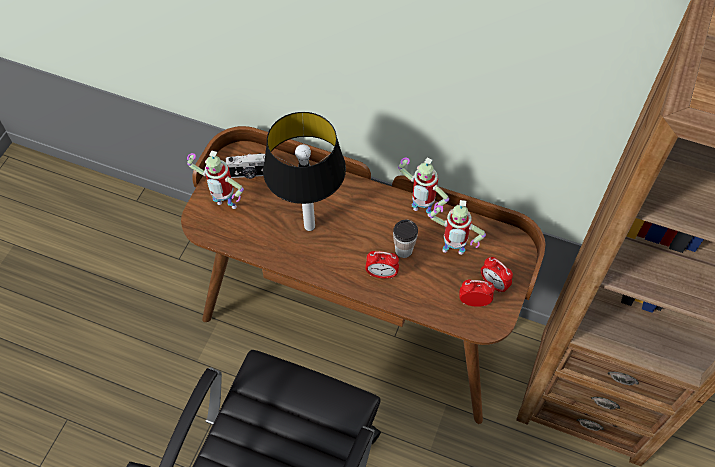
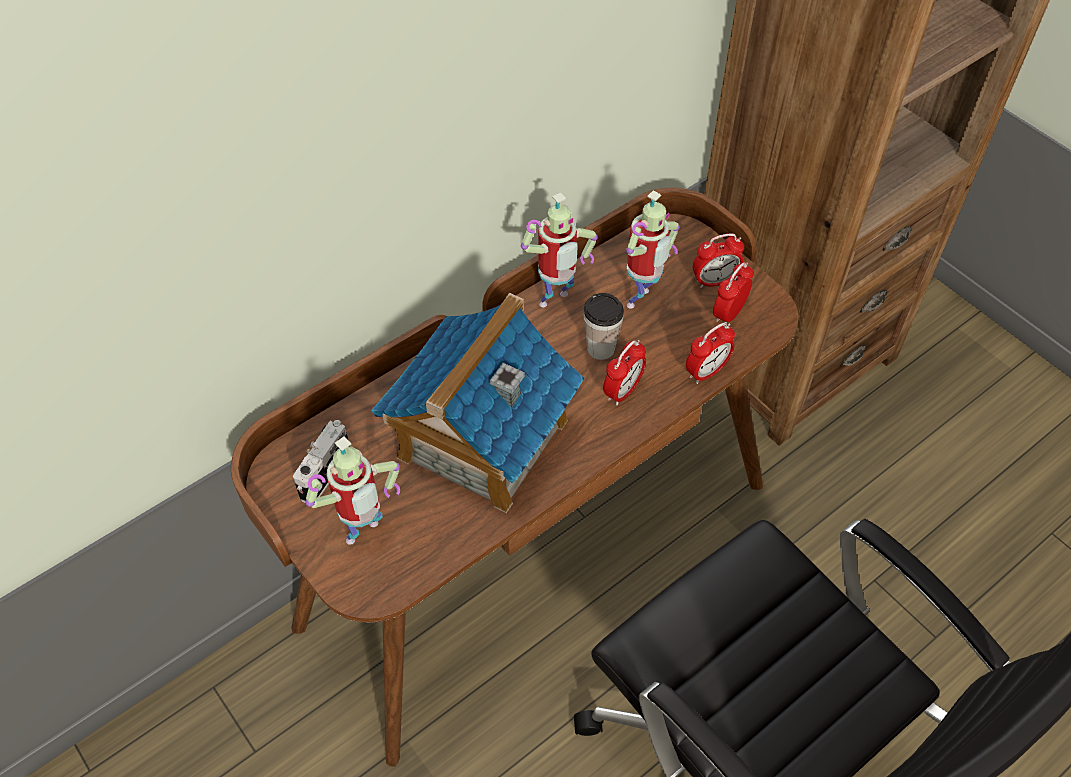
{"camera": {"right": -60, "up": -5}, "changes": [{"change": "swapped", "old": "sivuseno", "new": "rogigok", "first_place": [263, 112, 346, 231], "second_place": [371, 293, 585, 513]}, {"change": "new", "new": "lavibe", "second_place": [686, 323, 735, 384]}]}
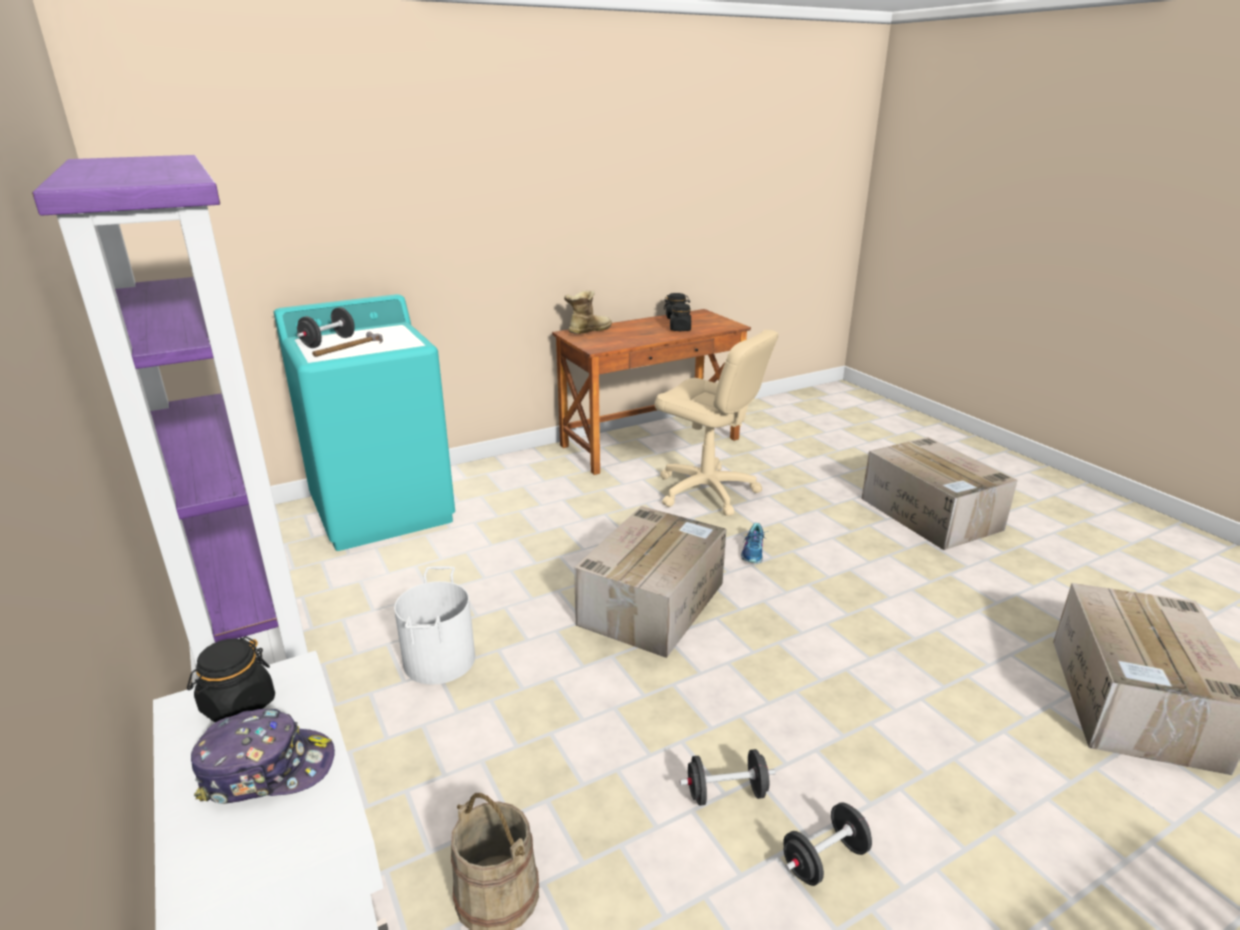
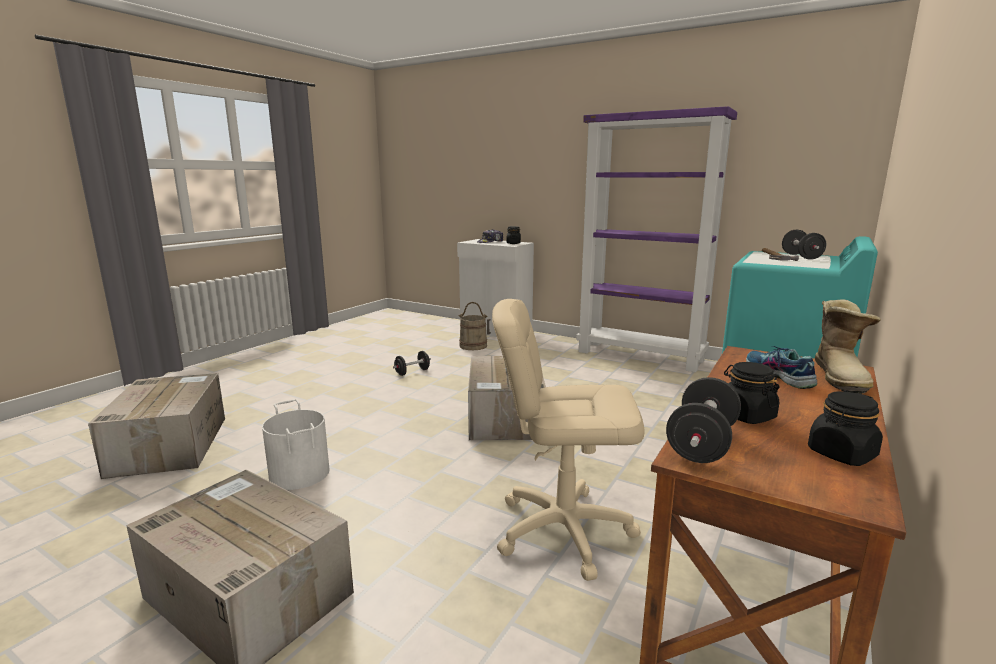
{"camera": {"right": 150, "up": -10}, "changes": [{"change": "shifted", "old": "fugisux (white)", "first_place": [394, 566, 475, 685], "second_place": [262, 399, 329, 490]}, {"change": "shifted", "old": "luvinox", "first_place": [741, 523, 768, 563], "second_place": [746, 346, 817, 389]}, {"change": "shifted", "old": "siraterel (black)", "first_place": [783, 802, 872, 886], "second_place": [666, 377, 741, 463]}]}
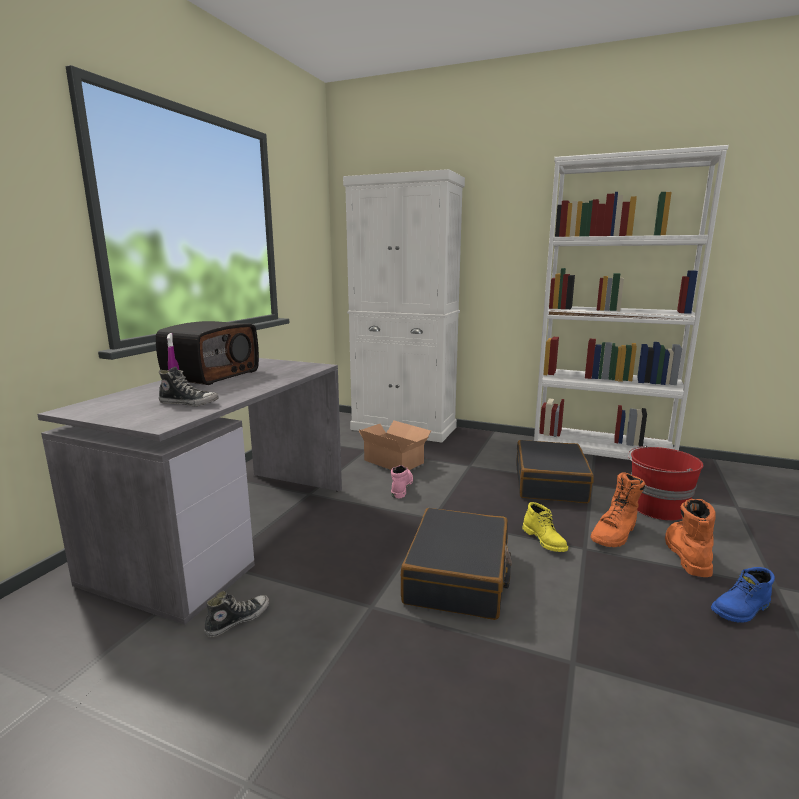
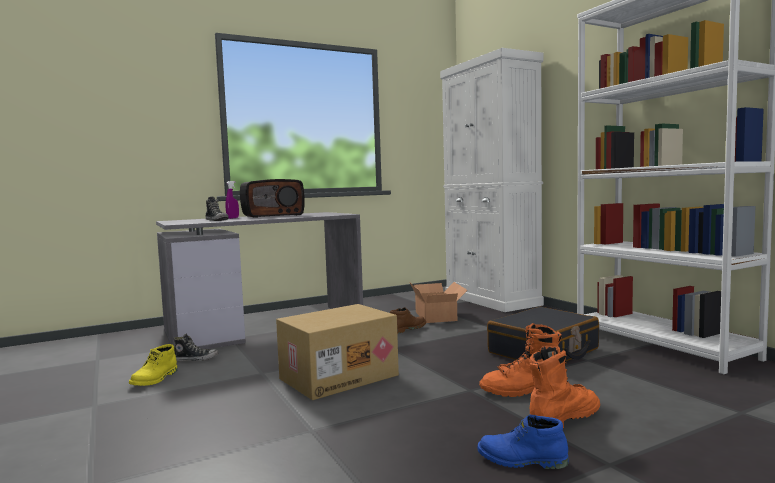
{"camera": {"right": 40, "up": -10}, "changes": [{"change": "repainted", "old": "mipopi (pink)", "new": "mipopi (brown)", "first_place": [391, 465, 413, 498], "second_place": [390, 307, 426, 334]}, {"change": "swapped", "old": "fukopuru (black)", "new": "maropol", "first_place": [401, 508, 512, 620], "second_place": [276, 304, 399, 400]}, {"change": "shifted", "old": "mipopi (yellow)", "first_place": [522, 502, 568, 552], "second_place": [129, 344, 178, 386]}, {"change": "gone", "old": "fugisux (red)", "first_place": [628, 445, 704, 521]}]}
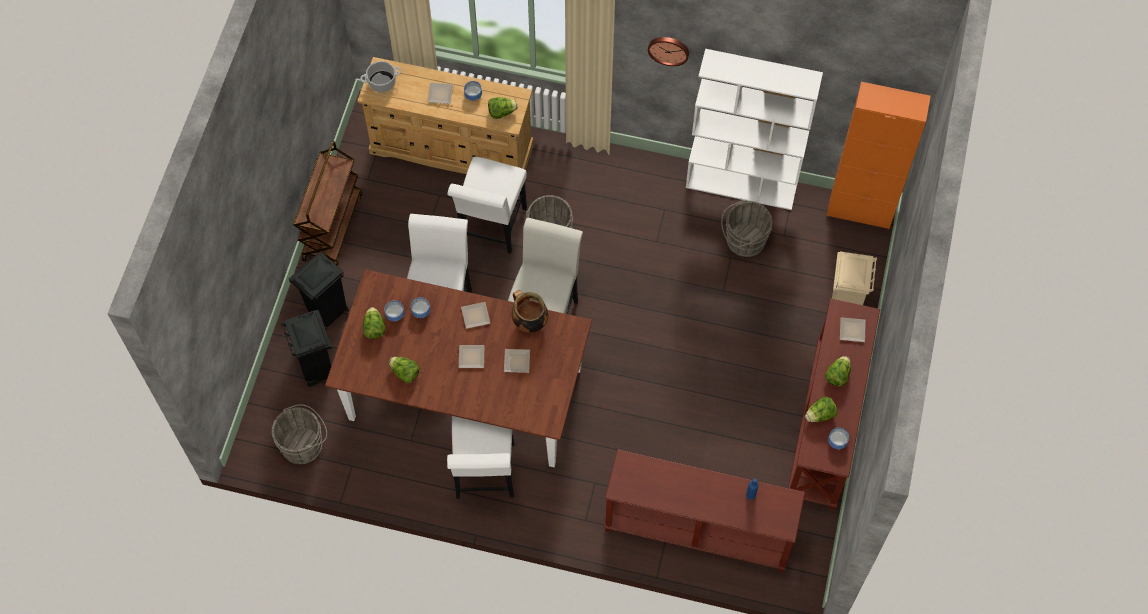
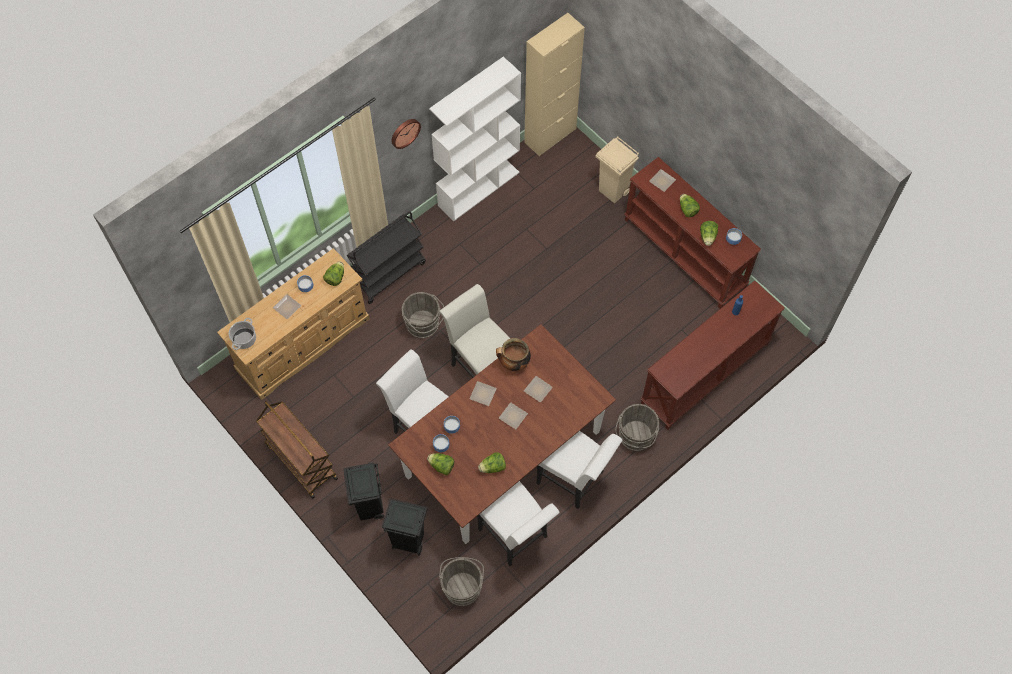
{"camera": {"right": -55, "up": 0}, "changes": [{"change": "shifted", "old": "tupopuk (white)", "first_place": [447, 157, 527, 254], "second_place": [477, 481, 560, 566]}, {"change": "shifted", "old": "fugisux (grey)", "first_place": [721, 200, 772, 257], "second_place": [615, 404, 659, 451]}, {"change": "repainted", "old": "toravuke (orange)", "new": "toravuke (beige)", "first_place": [827, 82, 931, 229], "second_place": [524, 13, 585, 156]}, {"change": "new", "new": "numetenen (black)", "second_place": [347, 212, 426, 304]}]}
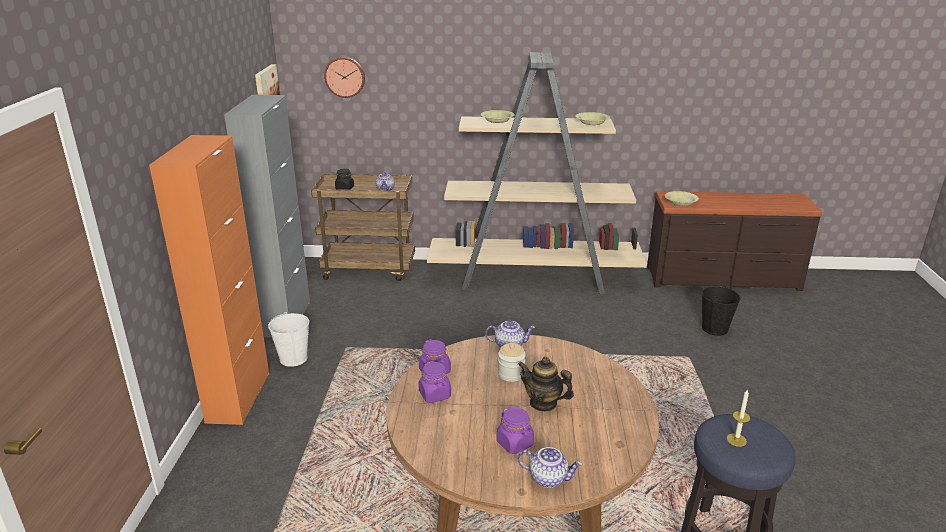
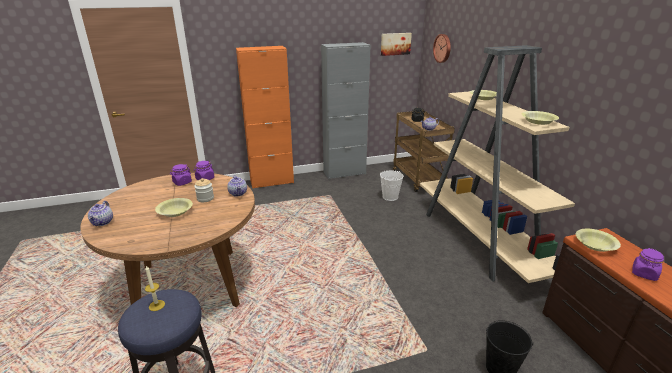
{"camera": {"right": 70, "up": 0}, "changes": [{"change": "shifted", "old": "fugisux (white)", "first_place": [268, 312, 309, 367], "second_place": [380, 170, 403, 201]}, {"change": "shifted", "old": "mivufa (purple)", "first_place": [496, 407, 534, 454], "second_place": [632, 248, 664, 281]}, {"change": "swapped", "old": "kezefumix", "new": "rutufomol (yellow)", "first_place": [518, 357, 574, 412], "second_place": [155, 198, 193, 217]}]}
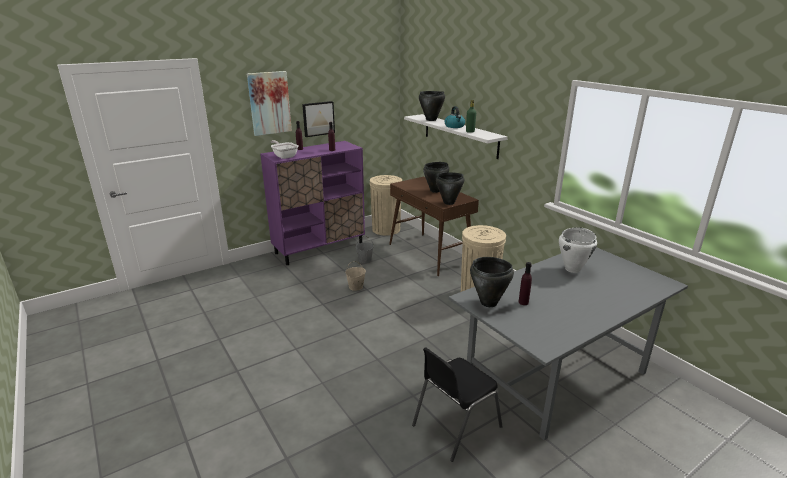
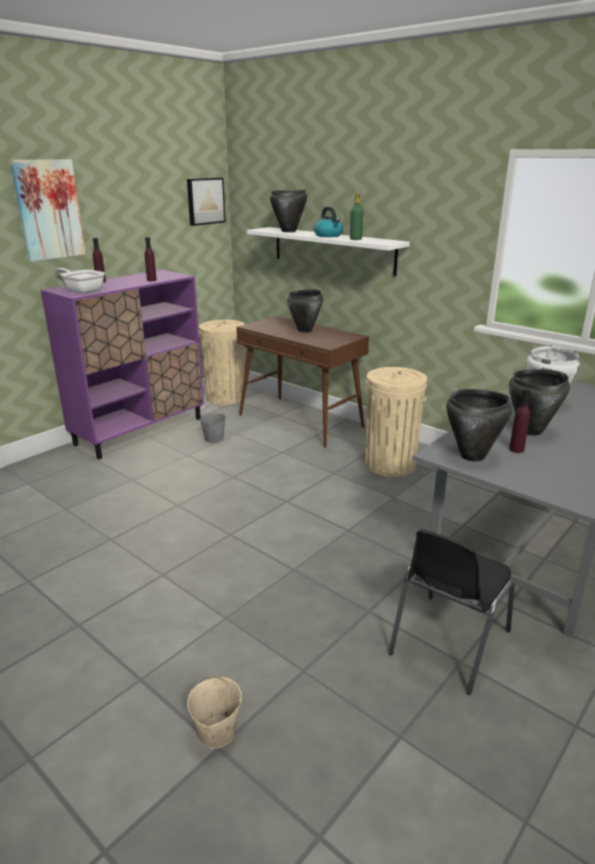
{"camera": {"right": -15, "up": 0}, "changes": [{"change": "shifted", "old": "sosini", "first_place": [302, 101, 335, 137], "second_place": [187, 178, 226, 226]}, {"change": "shifted", "old": "fugisux (beige)", "first_place": [345, 261, 366, 291], "second_place": [187, 675, 242, 749]}, {"change": "shifted", "old": "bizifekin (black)", "first_place": [436, 172, 464, 205], "second_place": [509, 369, 570, 435]}]}
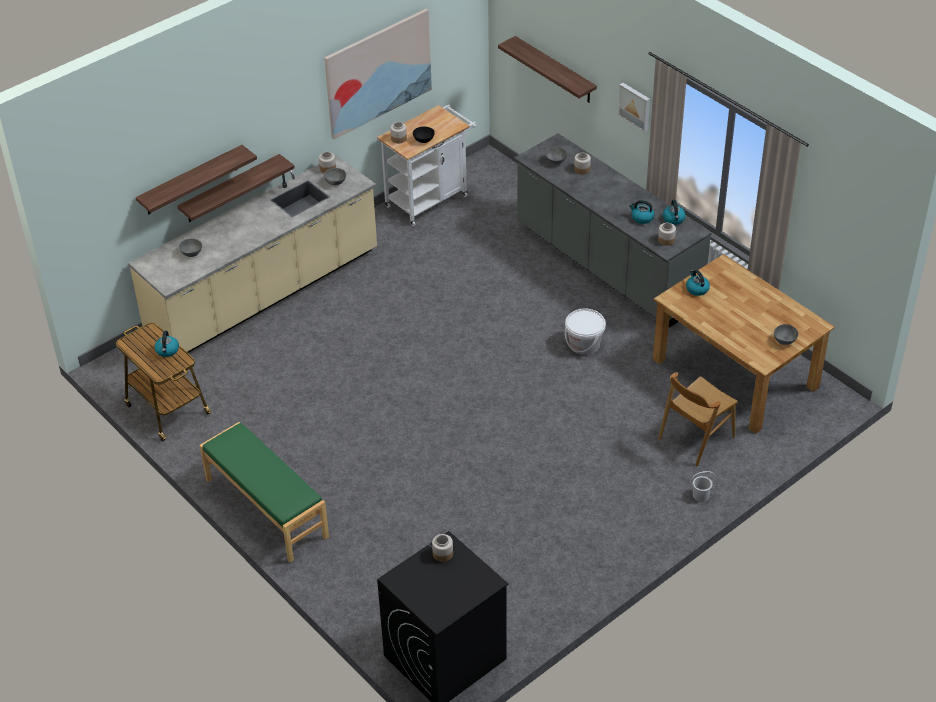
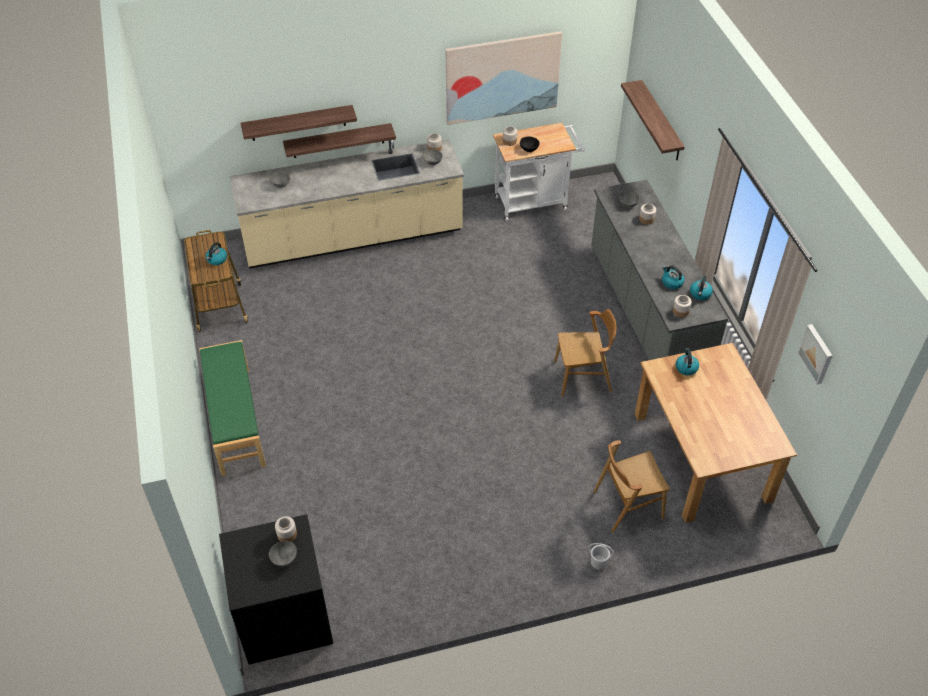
{"camera": {"right": 25, "up": 5}, "changes": [{"change": "swapped", "old": "fugisux (white)", "new": "tupopuk (brown)", "first_place": [565, 309, 606, 355], "second_place": [554, 309, 616, 397]}, {"change": "shifted", "old": "sosini", "first_place": [618, 83, 650, 132], "second_place": [797, 324, 833, 384]}, {"change": "shifted", "old": "rutufomol (grey)", "first_place": [774, 324, 799, 345], "second_place": [269, 541, 297, 567]}]}
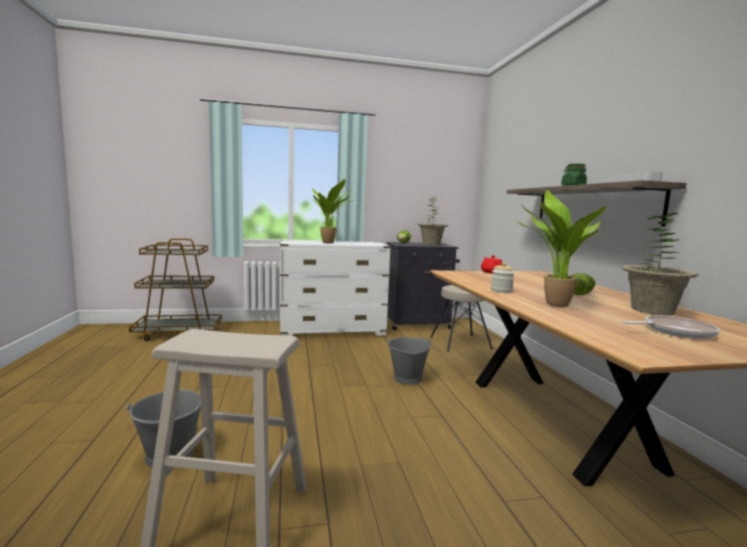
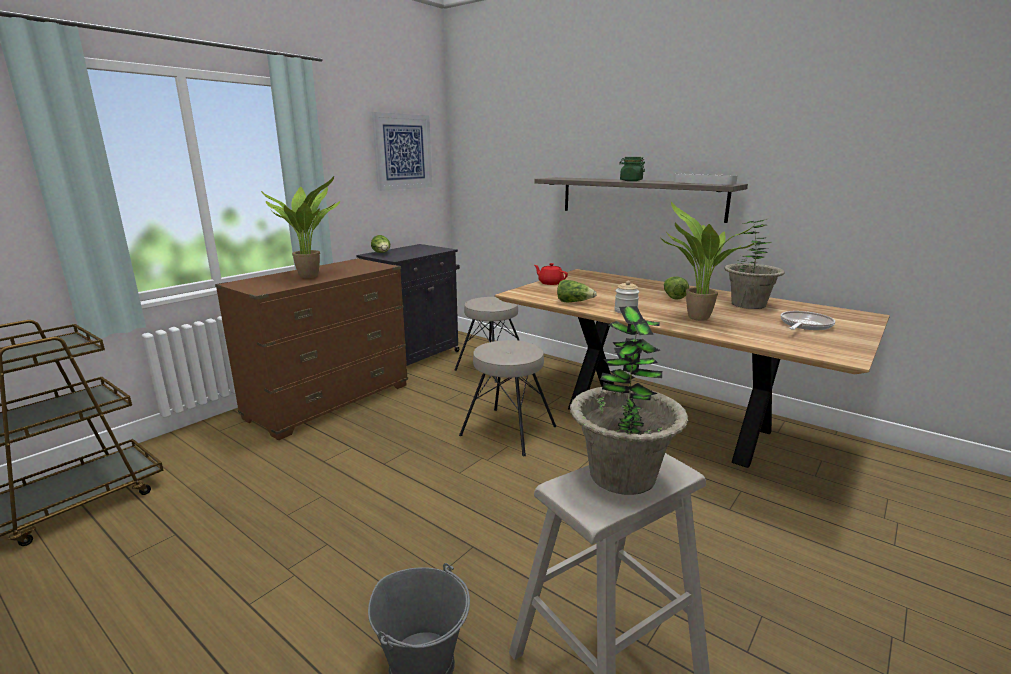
{"camera": {"right": -40, "up": 10}, "changes": [{"change": "repainted", "old": "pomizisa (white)", "new": "pomizisa (brown)", "first_place": [280, 240, 391, 336], "second_place": [215, 258, 408, 440]}, {"change": "swapped", "old": "fugisux (grey)", "new": "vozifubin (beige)", "first_place": [387, 337, 431, 385], "second_place": [459, 340, 556, 456]}, {"change": "shifted", "old": "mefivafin", "first_place": [418, 197, 448, 245], "second_place": [570, 306, 688, 495]}, {"change": "new", "new": "sosini", "second_place": [372, 112, 432, 191]}, {"change": "new", "new": "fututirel", "second_place": [557, 279, 597, 302]}]}
